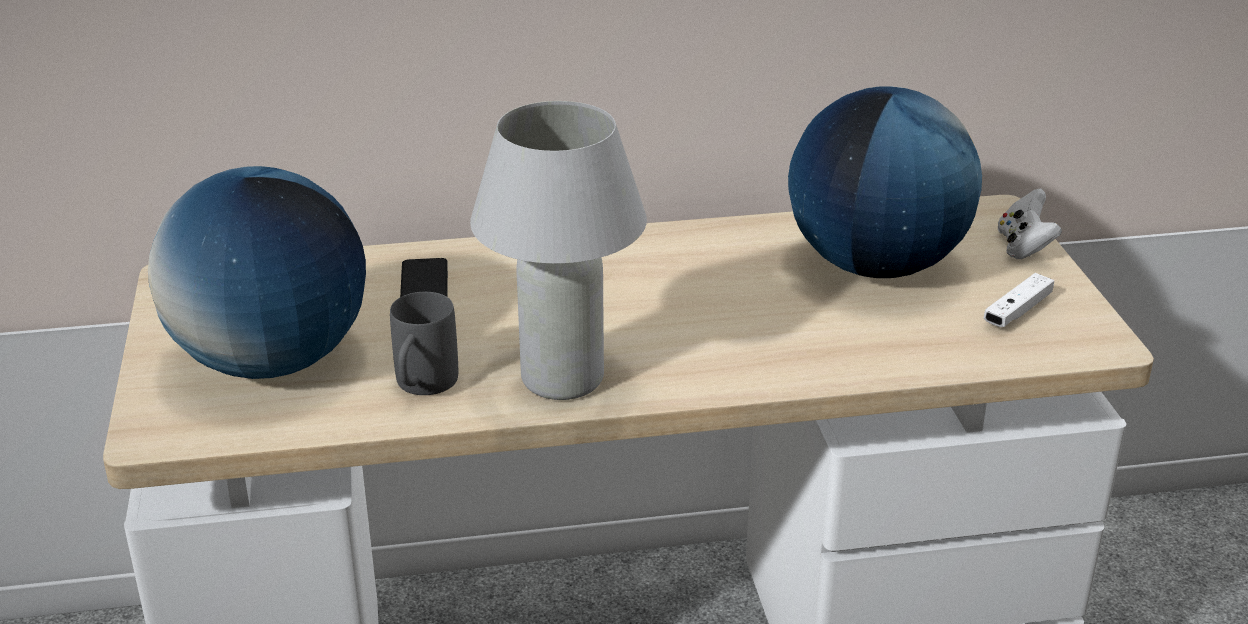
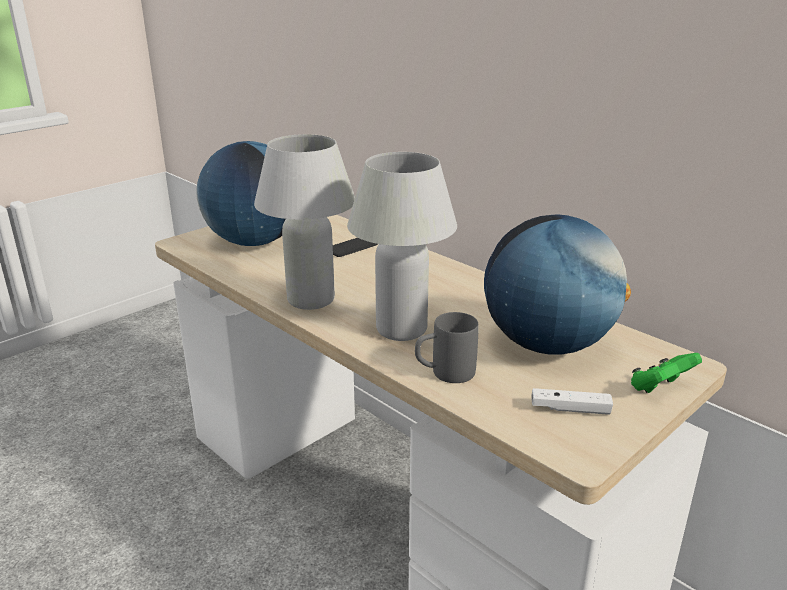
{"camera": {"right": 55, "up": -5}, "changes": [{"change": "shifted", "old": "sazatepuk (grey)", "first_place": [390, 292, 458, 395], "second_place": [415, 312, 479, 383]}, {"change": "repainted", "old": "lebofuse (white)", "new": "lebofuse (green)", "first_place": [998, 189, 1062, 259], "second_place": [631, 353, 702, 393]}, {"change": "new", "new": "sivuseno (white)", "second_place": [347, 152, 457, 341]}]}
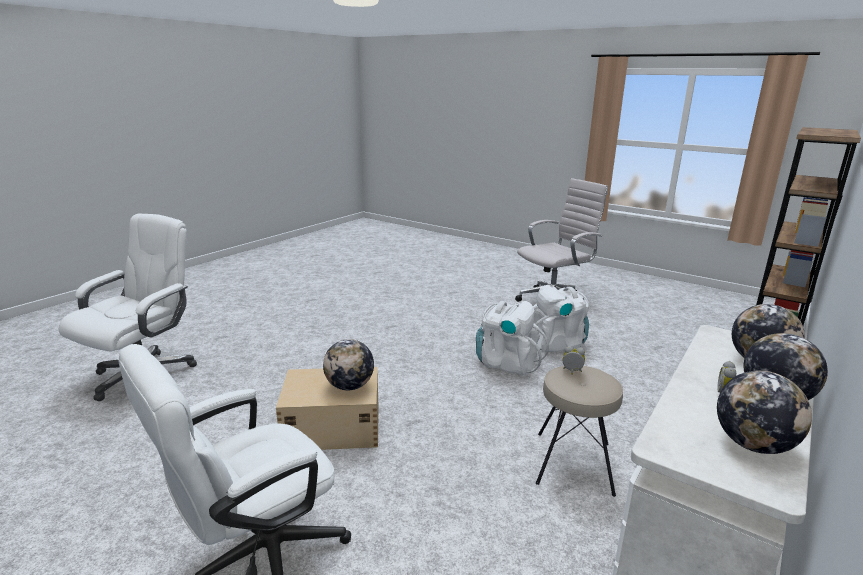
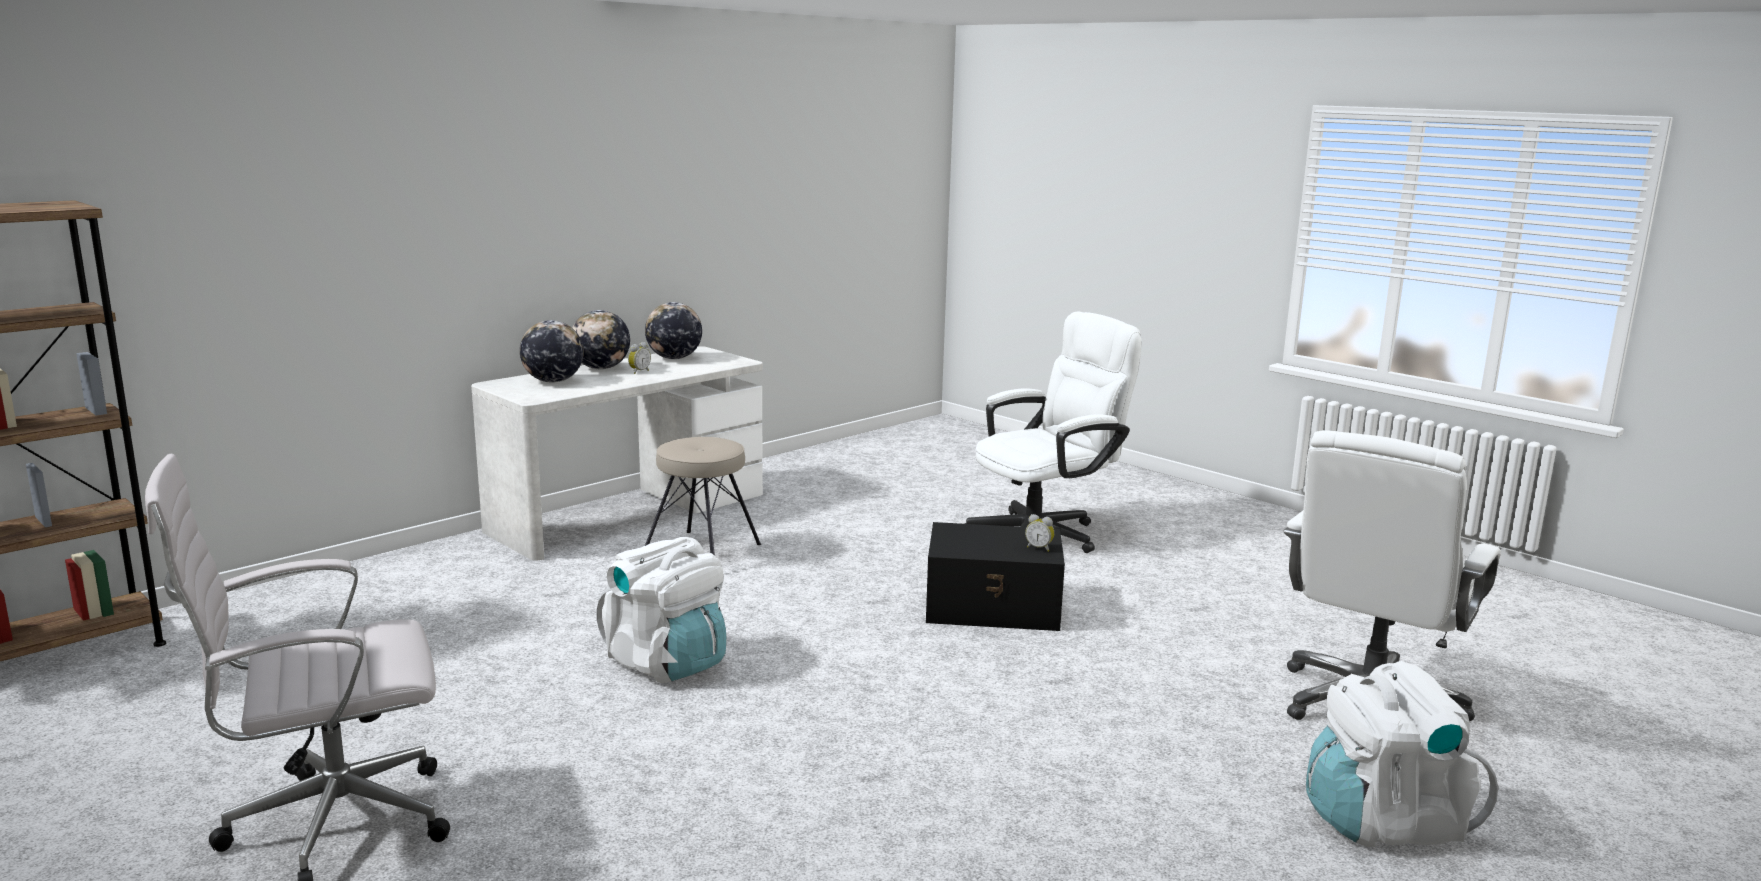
{"camera": {"right": -170, "up": -5}, "changes": [{"change": "repainted", "old": "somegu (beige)", "new": "somegu (black)", "first_place": [276, 367, 379, 450], "second_place": [926, 522, 1065, 631]}, {"change": "gone", "old": "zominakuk", "first_place": [323, 339, 374, 390]}, {"change": "shifted", "old": "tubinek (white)", "first_place": [533, 285, 589, 353], "second_place": [1306, 661, 1498, 847]}, {"change": "shifted", "old": "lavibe", "first_place": [563, 346, 585, 375], "second_place": [1025, 514, 1054, 552]}]}
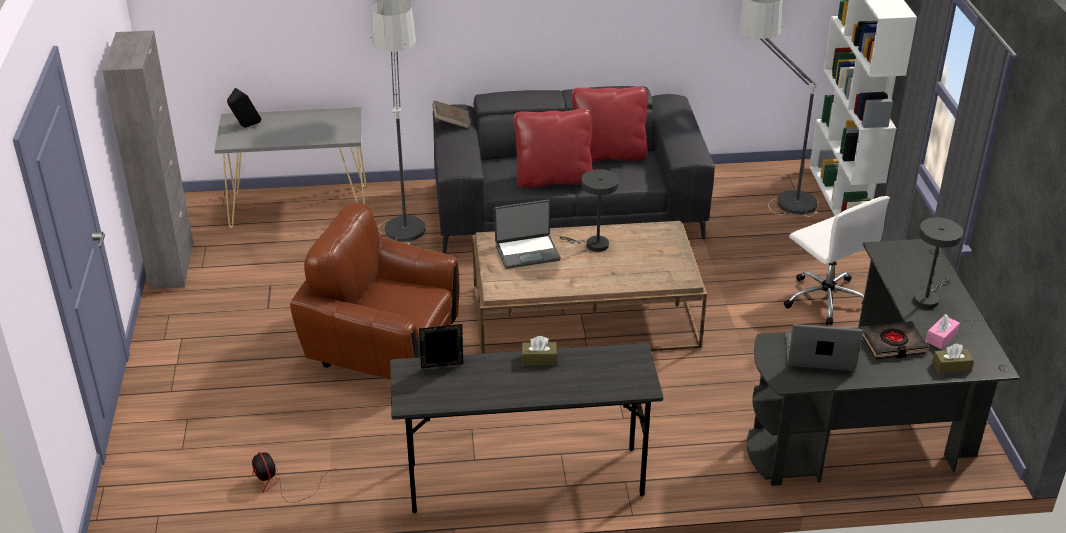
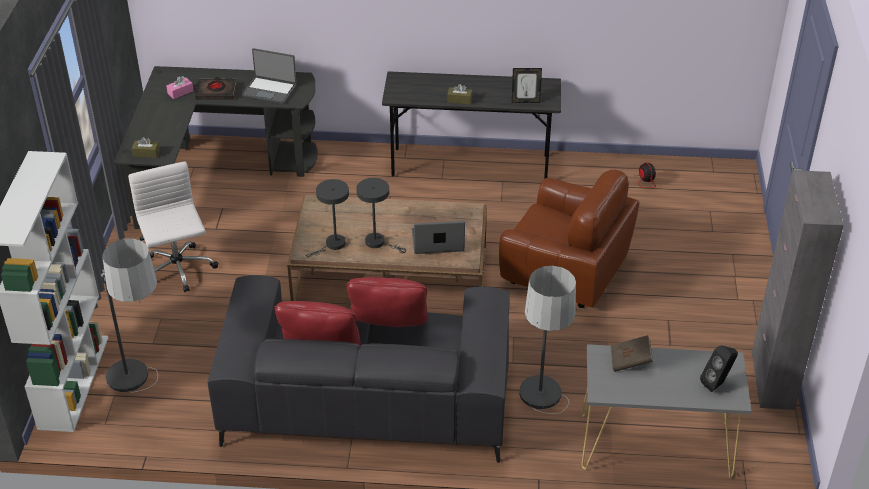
{"camera": {"right": -170, "up": 5}, "changes": [{"change": "shifted", "old": "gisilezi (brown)", "first_place": [433, 100, 470, 129], "second_place": [610, 335, 653, 372]}, {"change": "shifted", "old": "sivuseno (grey)", "first_place": [913, 217, 963, 309], "second_place": [306, 179, 349, 257]}, {"change": "shifted", "old": "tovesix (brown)", "first_place": [932, 343, 974, 374], "second_place": [131, 137, 160, 158]}]}
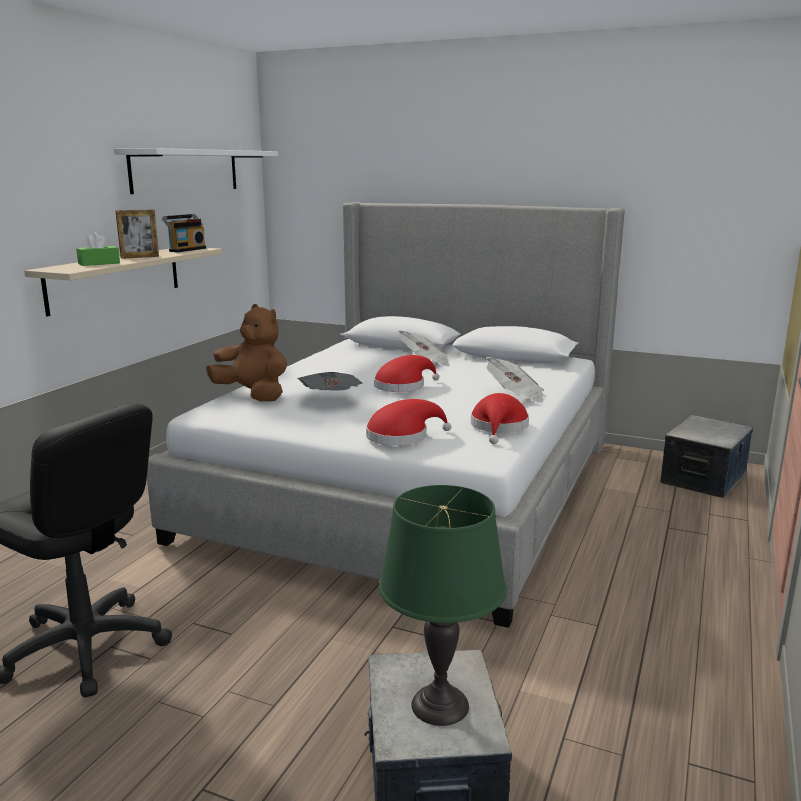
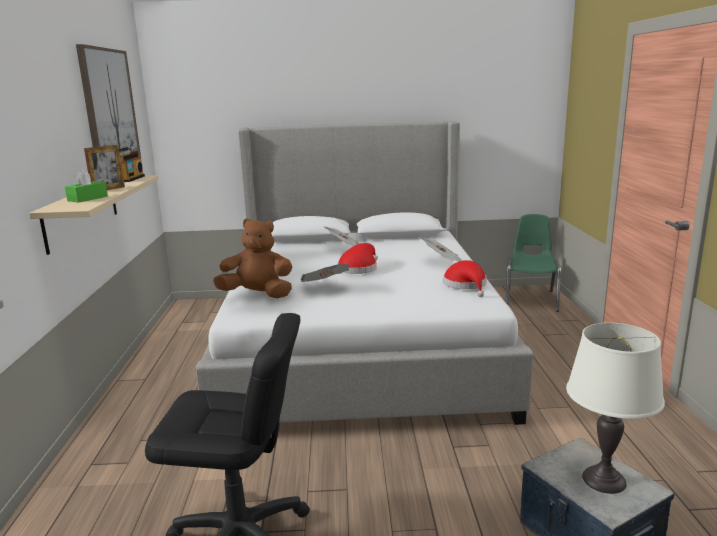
{"camera": {"right": -25, "up": 0}, "changes": [{"change": "swapped", "old": "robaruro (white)", "new": "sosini", "first_place": [114, 148, 278, 194], "second_place": [76, 44, 141, 157]}, {"change": "gone", "old": "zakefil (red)", "first_place": [366, 399, 451, 446]}, {"change": "repainted", "old": "sivuseno (green)", "new": "sivuseno (white)", "first_place": [379, 485, 507, 726], "second_place": [566, 323, 665, 494]}, {"change": "swapped", "old": "somegu", "new": "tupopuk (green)", "first_place": [660, 415, 753, 498], "second_place": [505, 214, 561, 312]}]}
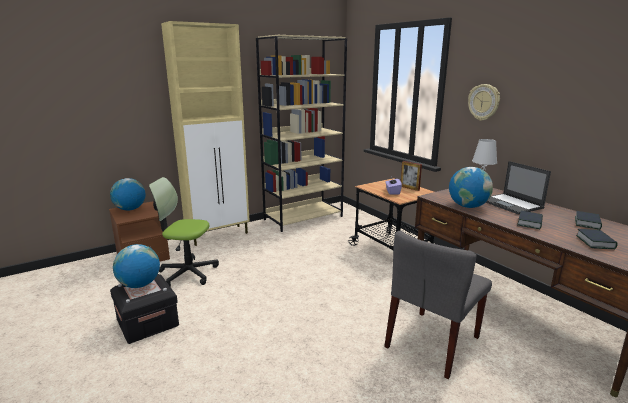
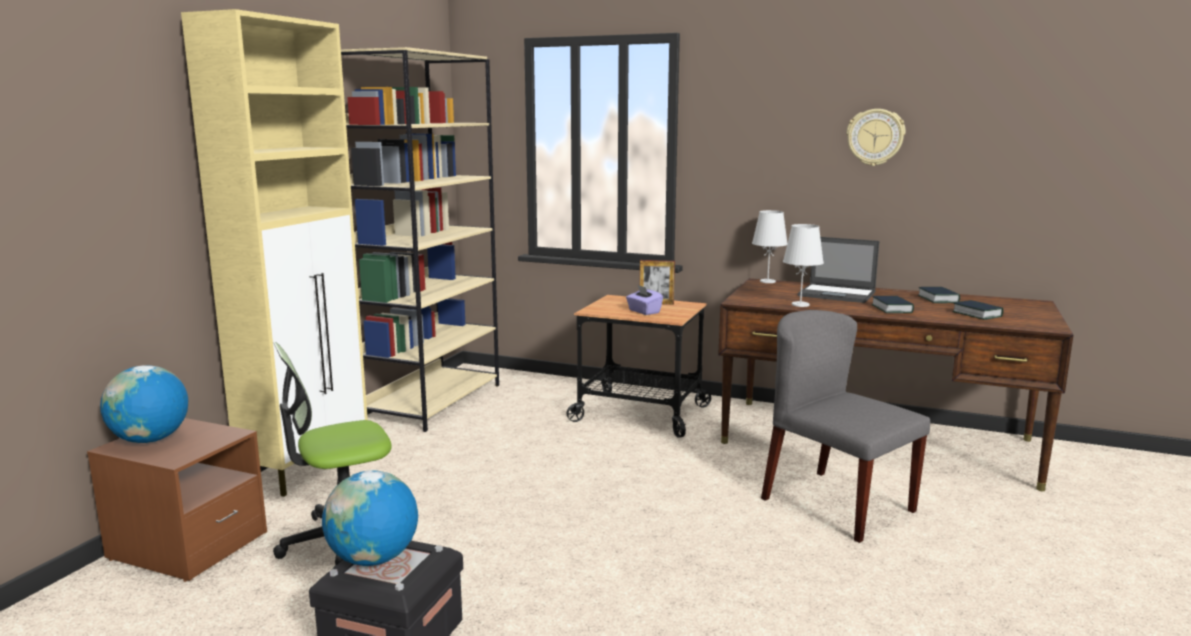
{"camera": {"right": -35, "up": -5}, "changes": [{"change": "rotated", "old": "tupopuk (grey)", "first_place": [384, 231, 492, 379], "second_place": [761, 310, 930, 543], "degrees": 135}, {"change": "swapped", "old": "zominakuk", "new": "sivuseno (white)", "first_place": [449, 167, 493, 208], "second_place": [783, 224, 824, 307]}, {"change": "shifted", "old": "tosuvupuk", "first_place": [468, 84, 500, 121], "second_place": [846, 109, 905, 166]}]}
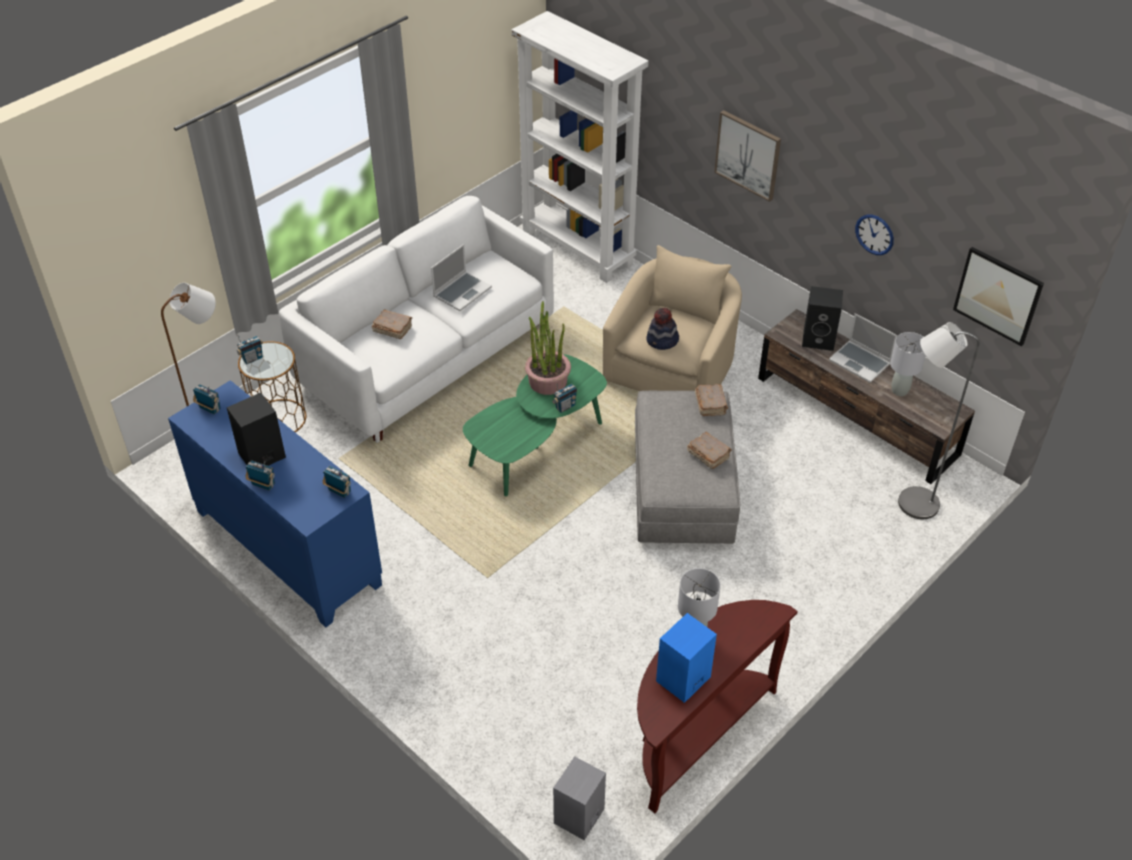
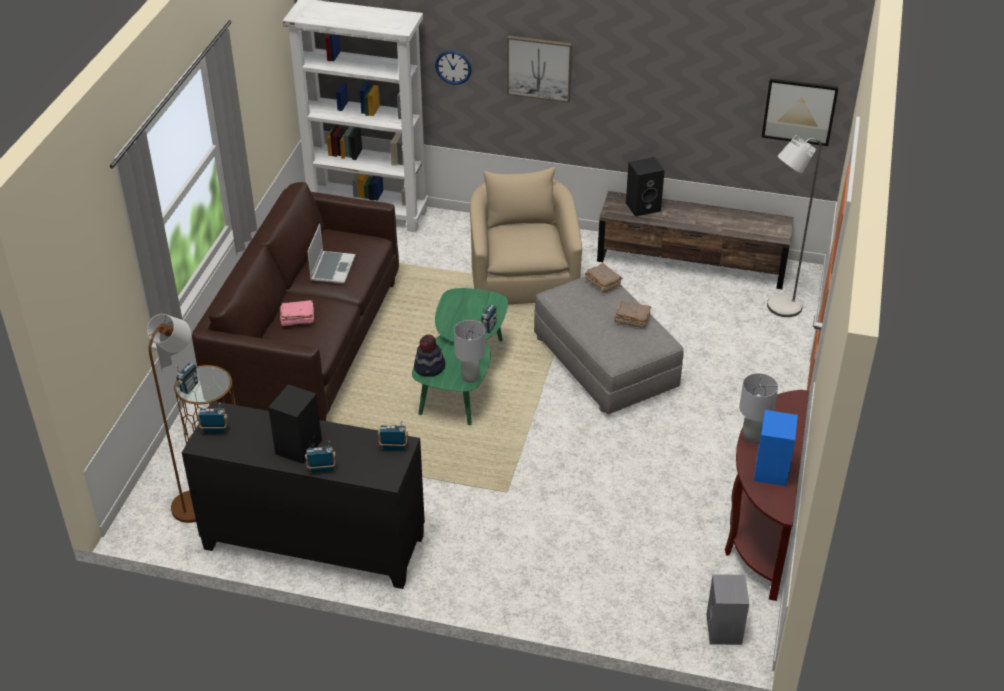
{"camera": {"right": -30, "up": -5}, "changes": [{"change": "repainted", "old": "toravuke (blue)", "new": "toravuke (black)", "first_place": [168, 380, 382, 627], "second_place": [182, 401, 425, 589]}, {"change": "repainted", "old": "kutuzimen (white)", "new": "kutuzimen (brown)", "first_place": [279, 196, 554, 443], "second_place": [192, 182, 399, 421]}, {"change": "repainted", "old": "gisilezi (brown)", "new": "gisilezi (pink)", "first_place": [372, 309, 412, 339], "second_place": [280, 300, 314, 326]}, {"change": "gone", "old": "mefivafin", "first_place": [525, 301, 571, 395]}, {"change": "shifted", "old": "zakefil", "first_place": [646, 308, 679, 350], "second_place": [414, 334, 445, 377]}, {"change": "gone", "old": "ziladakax", "first_place": [829, 313, 897, 383]}, {"change": "shifted", "old": "tosuvupuk", "first_place": [855, 214, 894, 255], "second_place": [435, 51, 472, 85]}, {"change": "shifted", "old": "sivuseno (grey)", "first_place": [890, 332, 925, 396], "second_place": [454, 320, 486, 383]}]}
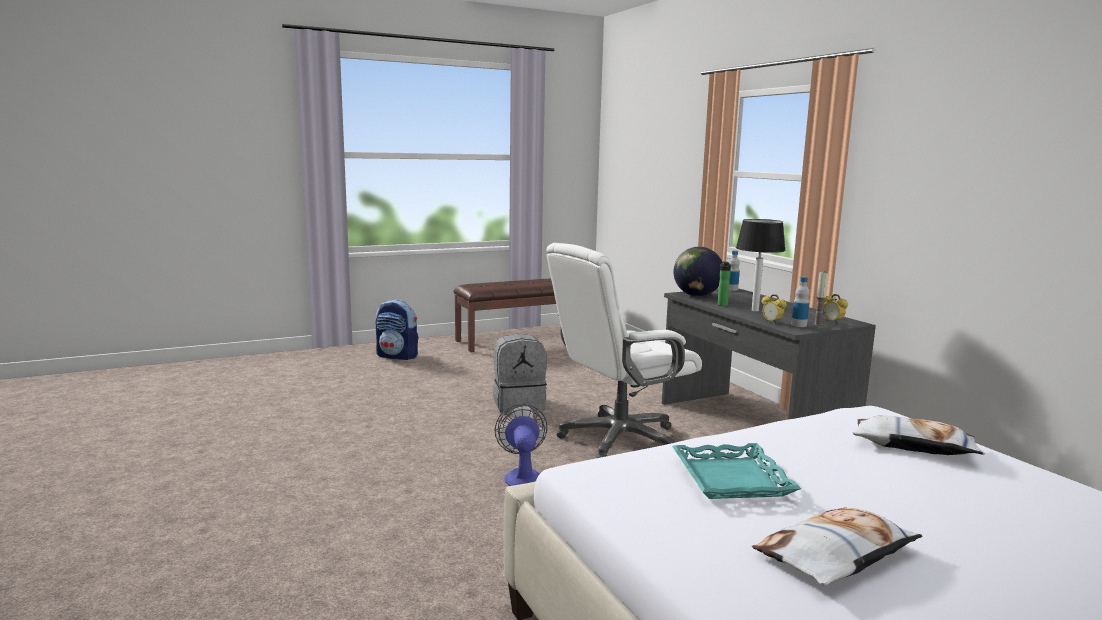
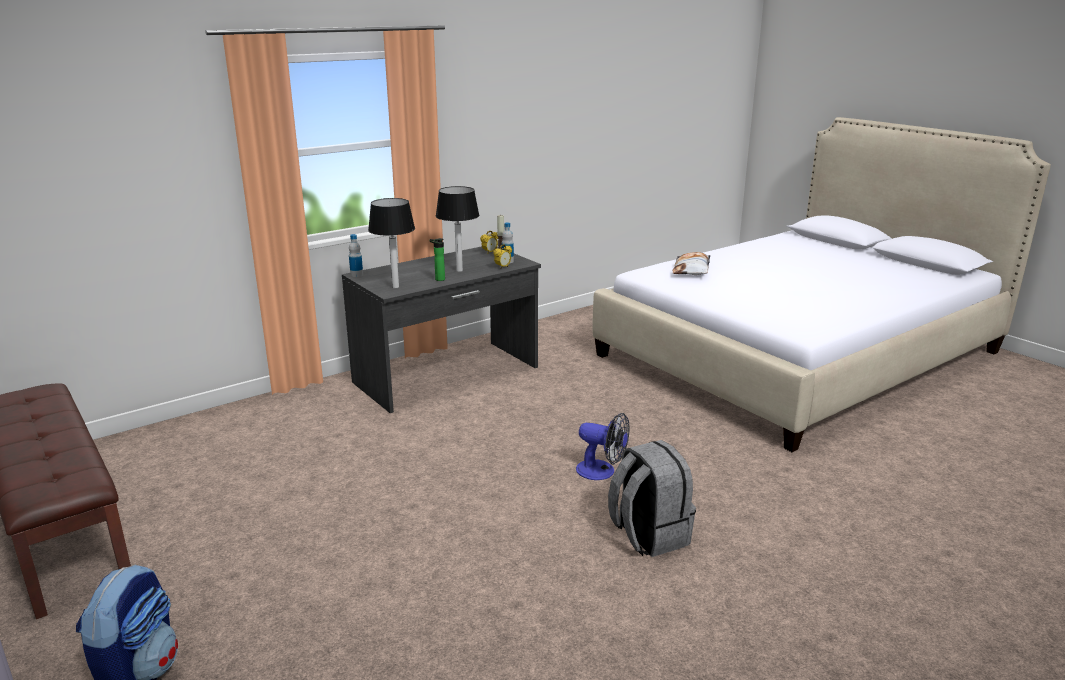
{"camera": {"right": -100, "up": 10}, "changes": [{"change": "shifted", "old": "tubinek (grey)", "first_place": [493, 334, 547, 413], "second_place": [608, 440, 696, 557]}, {"change": "rotated", "old": "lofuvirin", "first_place": [495, 404, 548, 486], "second_place": [576, 413, 629, 480], "degrees": -135}, {"change": "gone", "old": "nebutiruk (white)", "first_place": [546, 243, 702, 458]}, {"change": "gone", "old": "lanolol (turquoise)", "first_place": [672, 443, 801, 499]}, {"change": "swapped", "old": "zominakuk", "new": "sivuseno", "first_place": [673, 247, 722, 296], "second_place": [368, 198, 415, 288]}, {"change": "gone", "old": "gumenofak", "first_place": [752, 507, 923, 586]}]}
